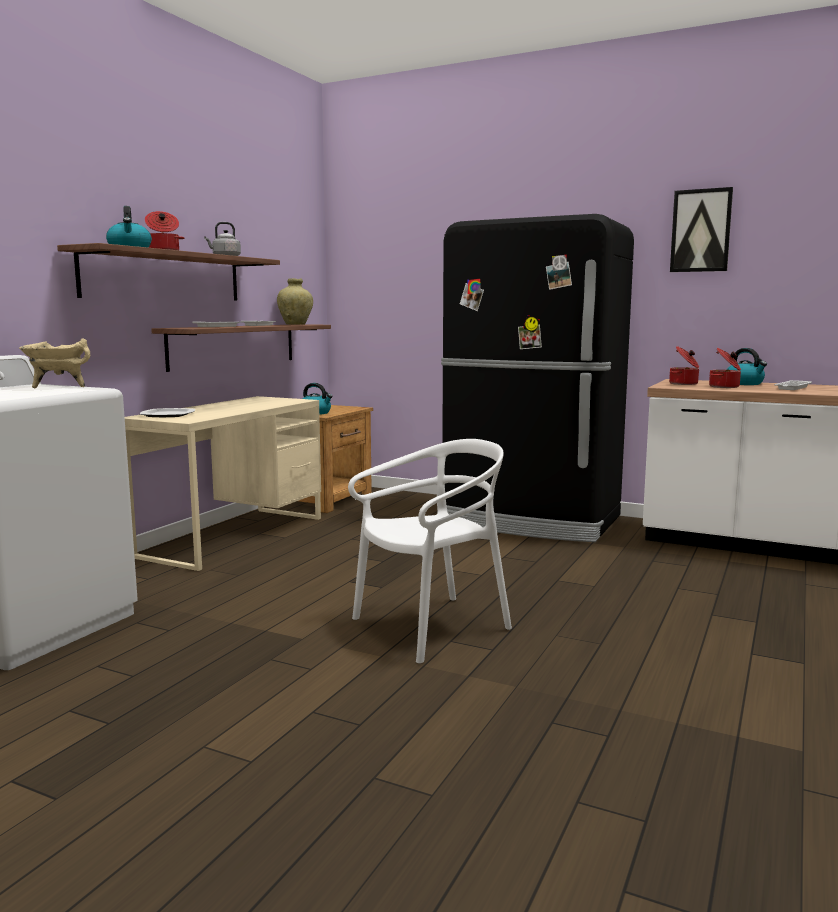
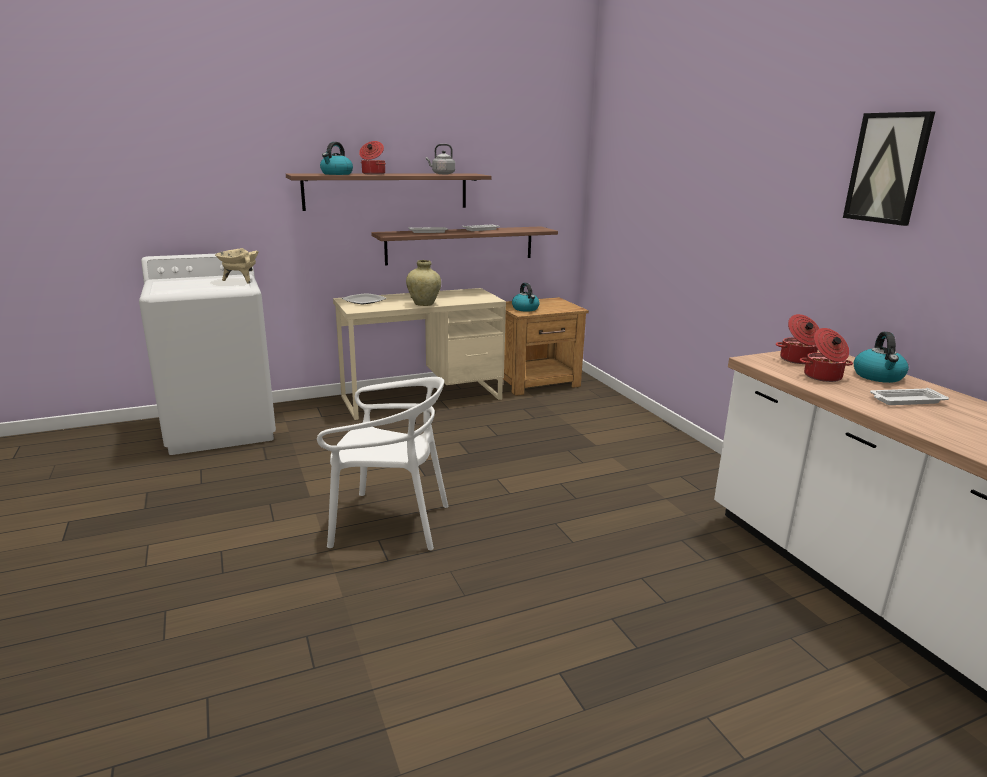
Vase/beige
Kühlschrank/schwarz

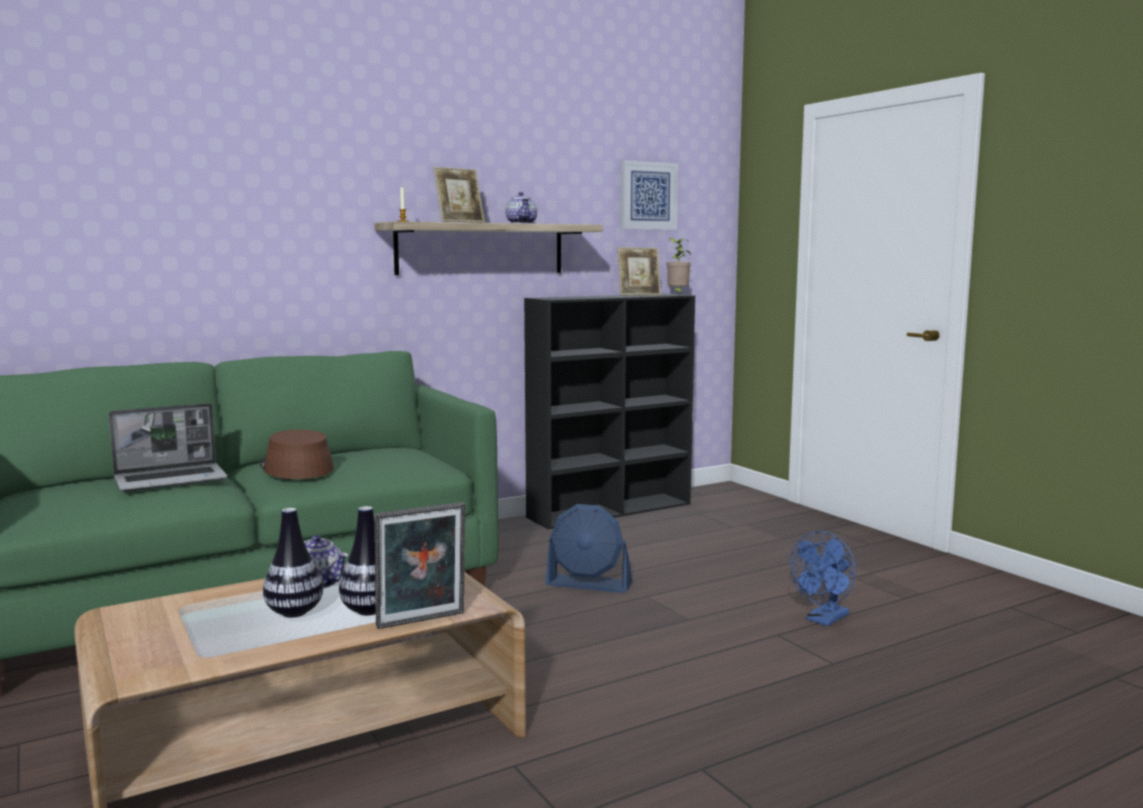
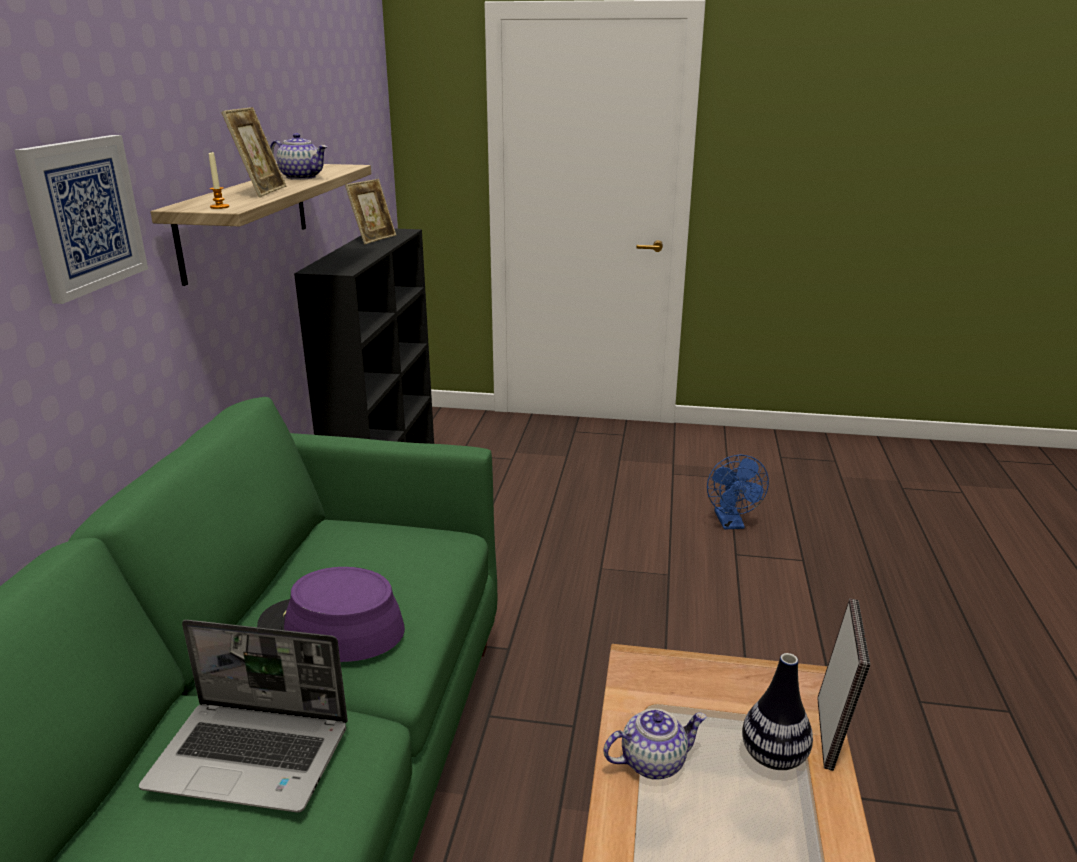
Bild
Laptop
Hut/lila
Vase (1st from left in the first image)
Ventilator/blau (1st from left in the first image)
Topfpflanze

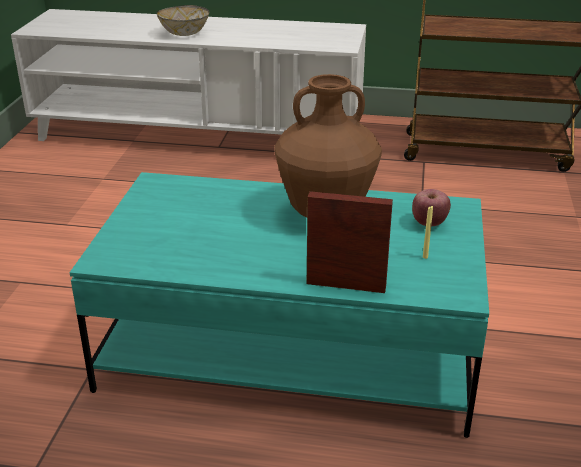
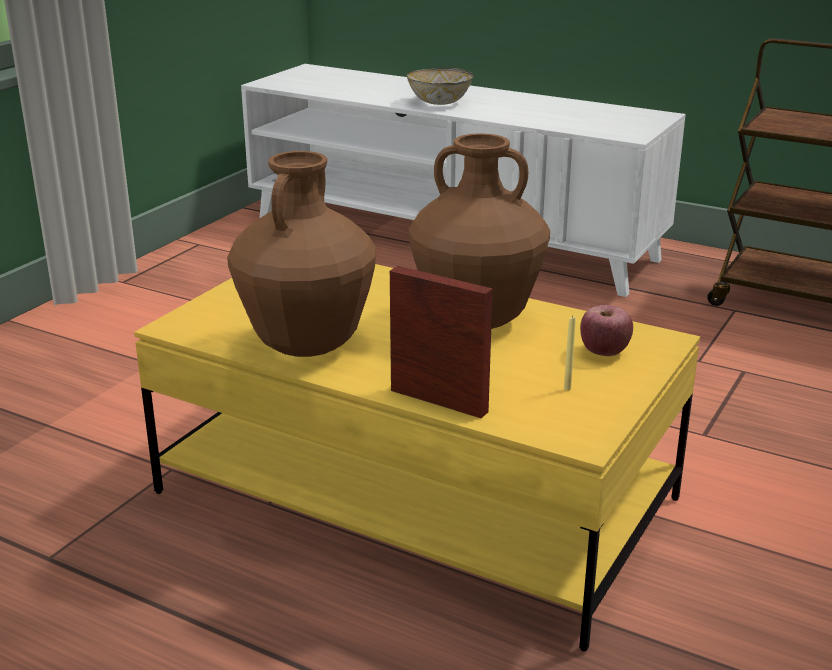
Couchtisch/gelb
Vase/braun (1st from left)

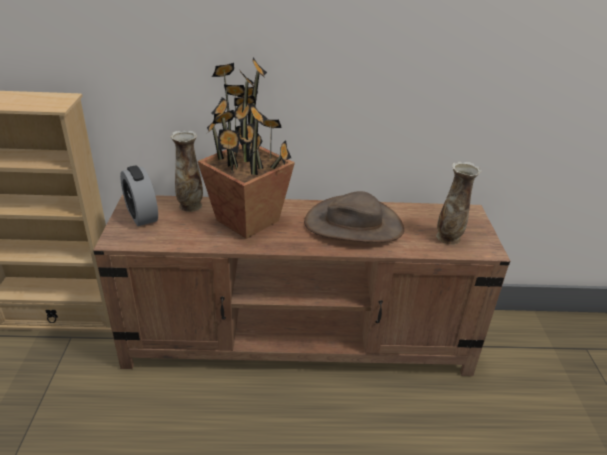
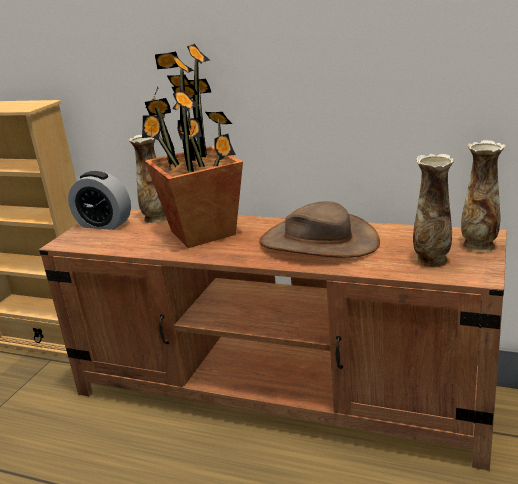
Wecker
Vase (3rd from left)

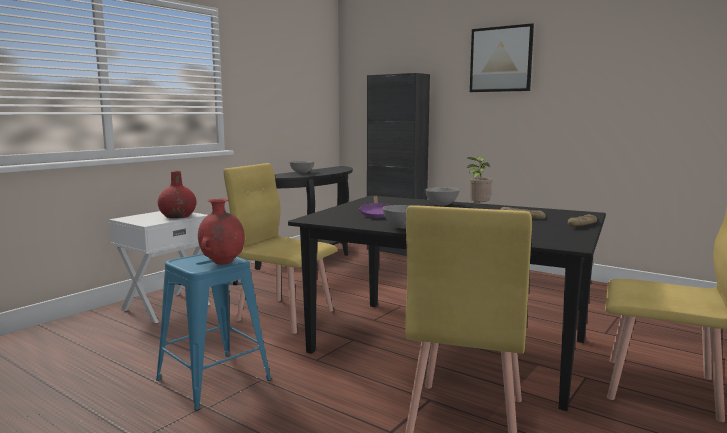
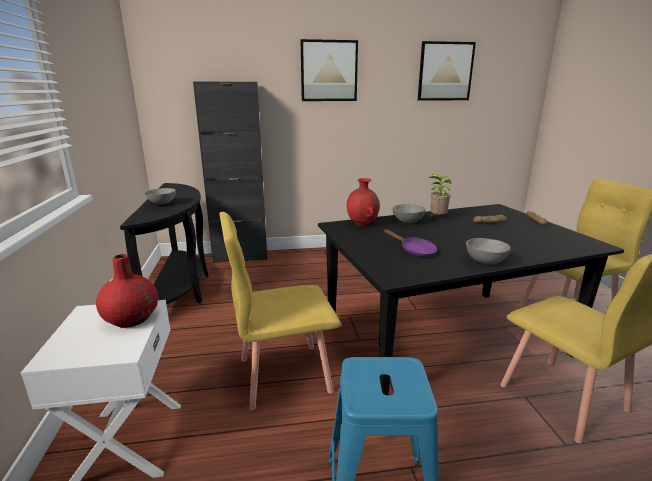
Vase/rot (2nd from left)
Bild (2nd from left)

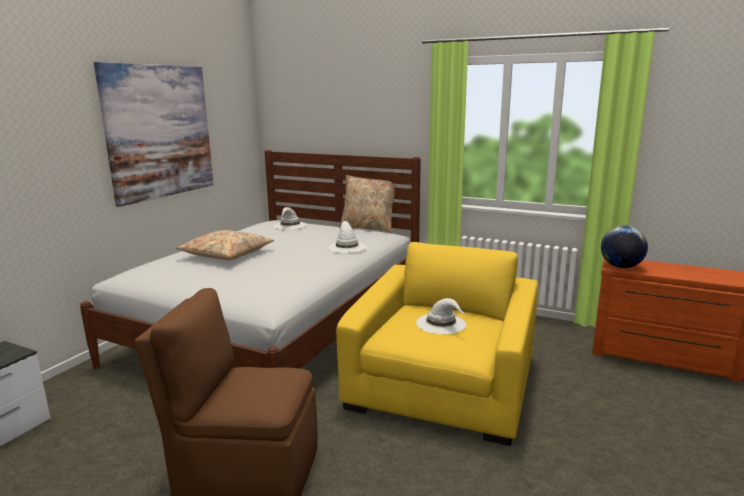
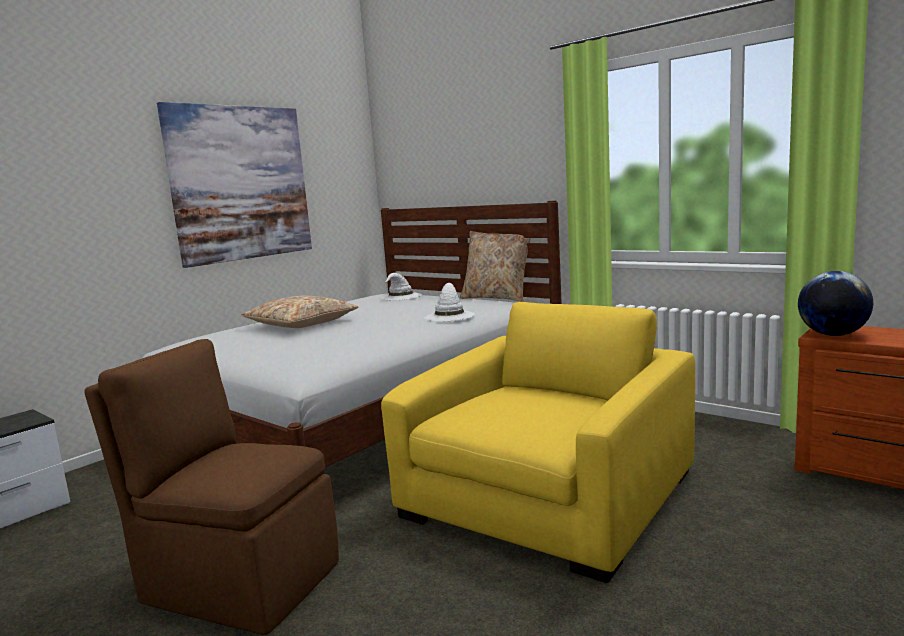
Hut/weiß (3rd from left in the first image)

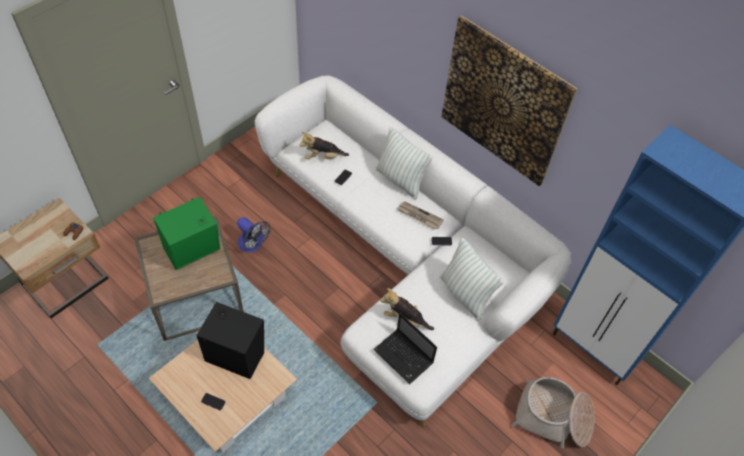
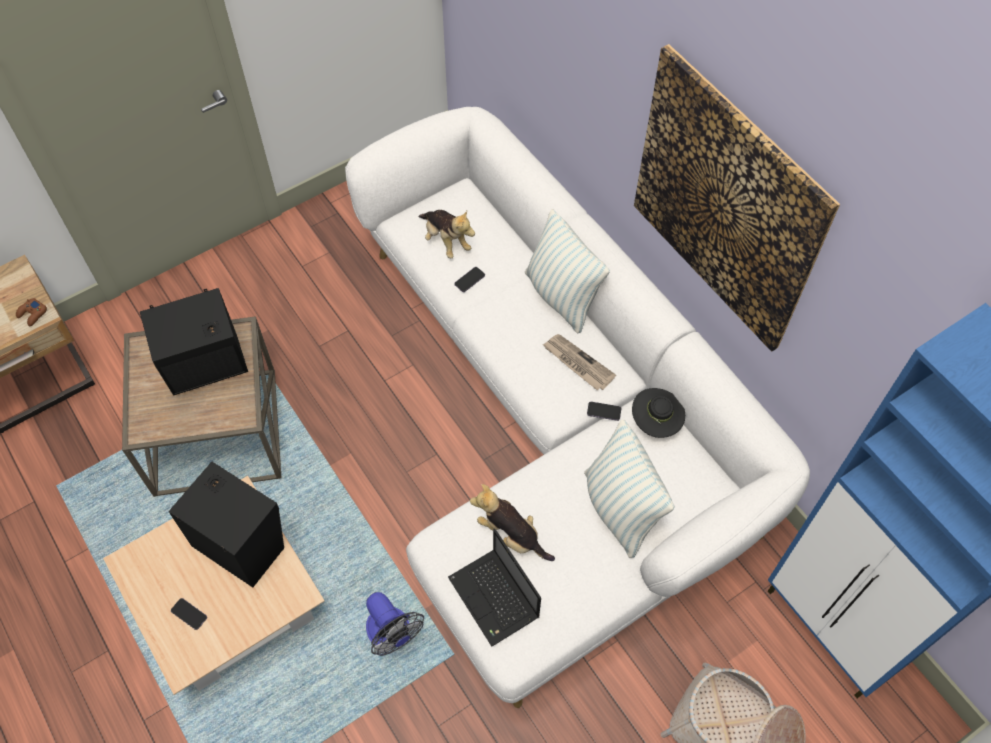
Lautsprecher/schwarz (1st from left)
Ventilator
Plüschtier (1st from left)
Hut/schwarz

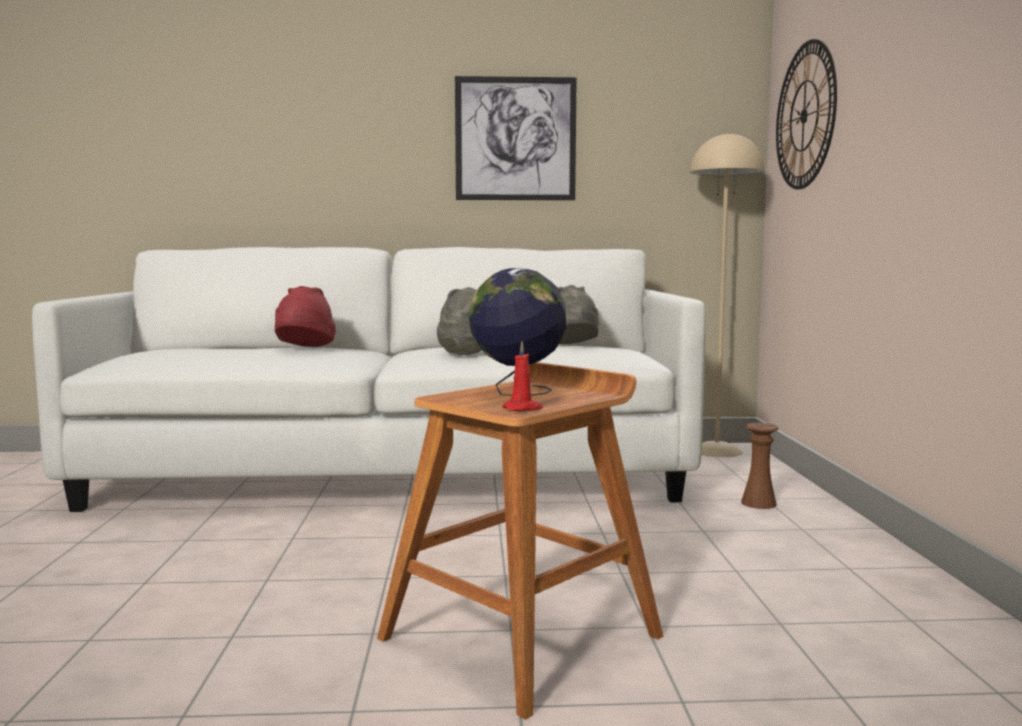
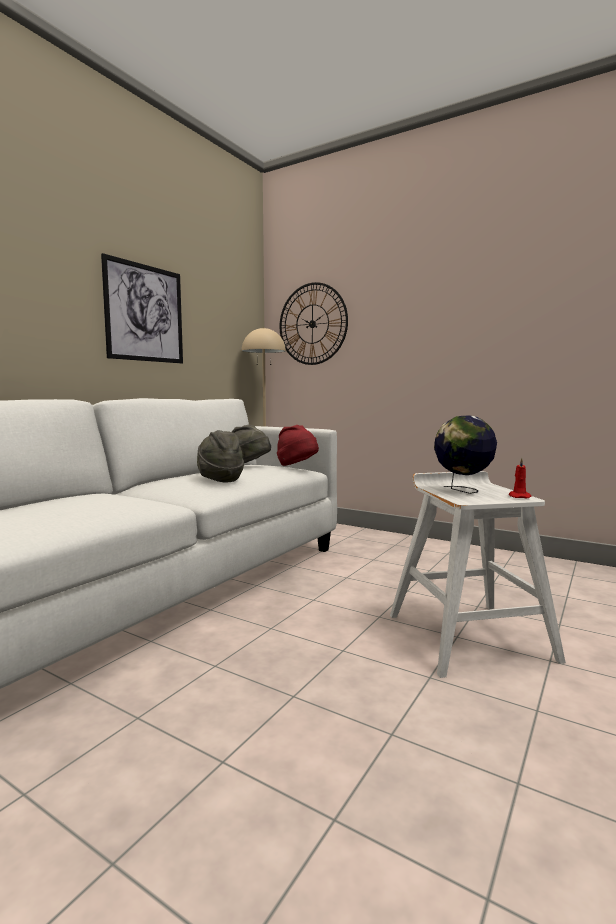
Hut/rot
Hocker/weiß
Vase/braun

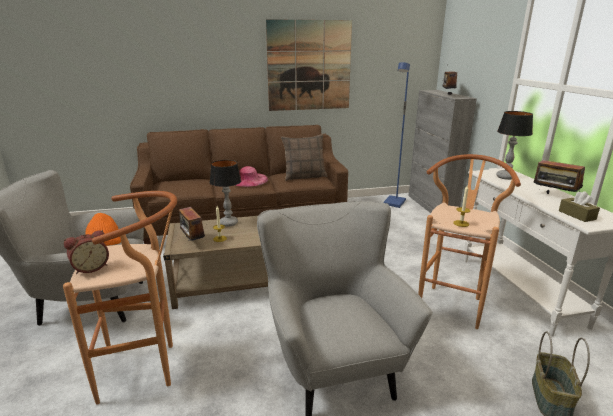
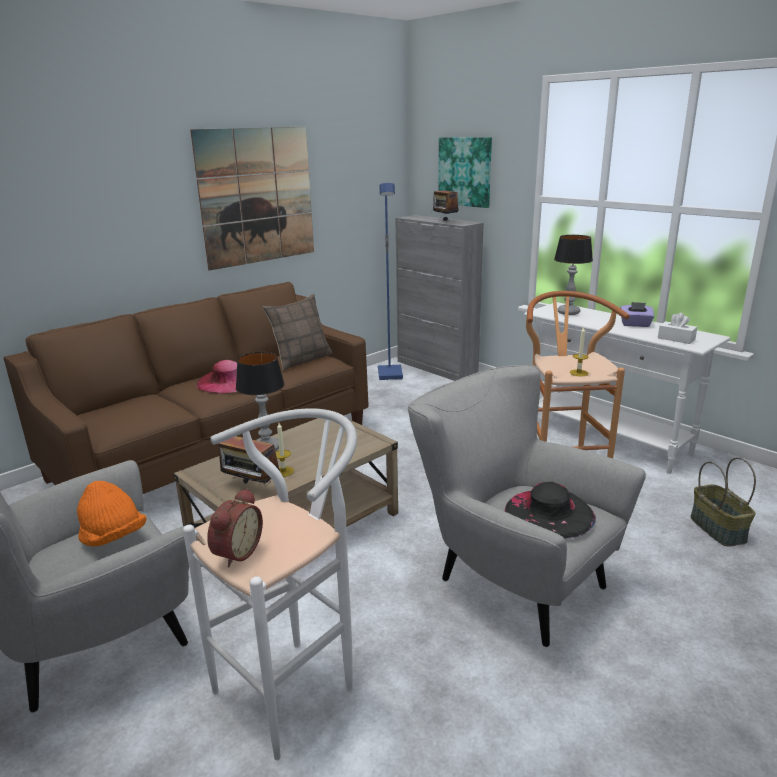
Hocker/weiß
Bild (2nd from left)
Hut/schwarz
Taschentuchbox/lila
Taschentuchbox/weiß

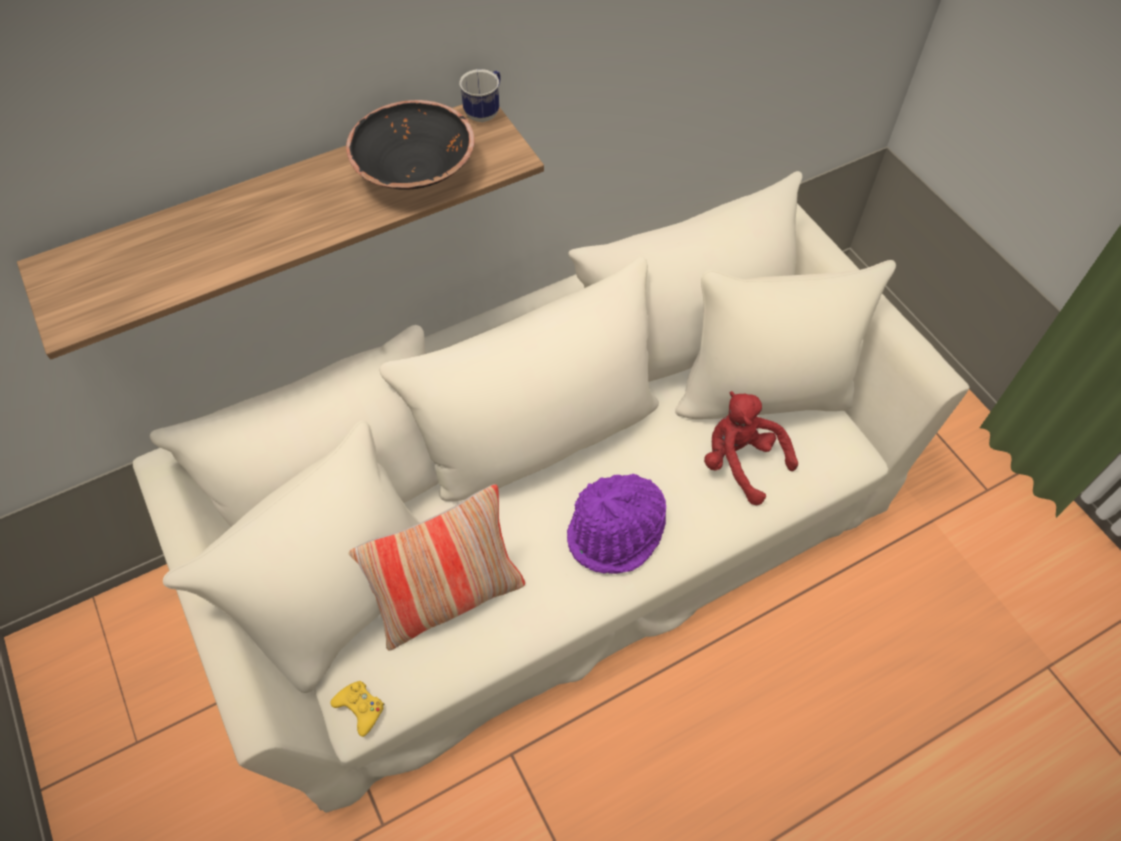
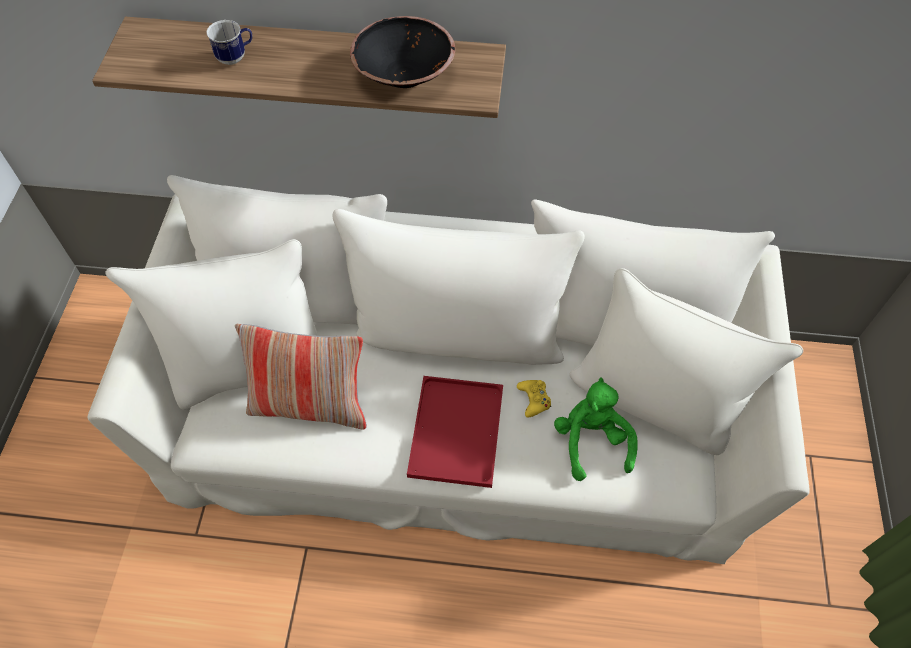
Henkelbecher
Tablett/rot
Gamepad/gelb
Plüschtier/grün

